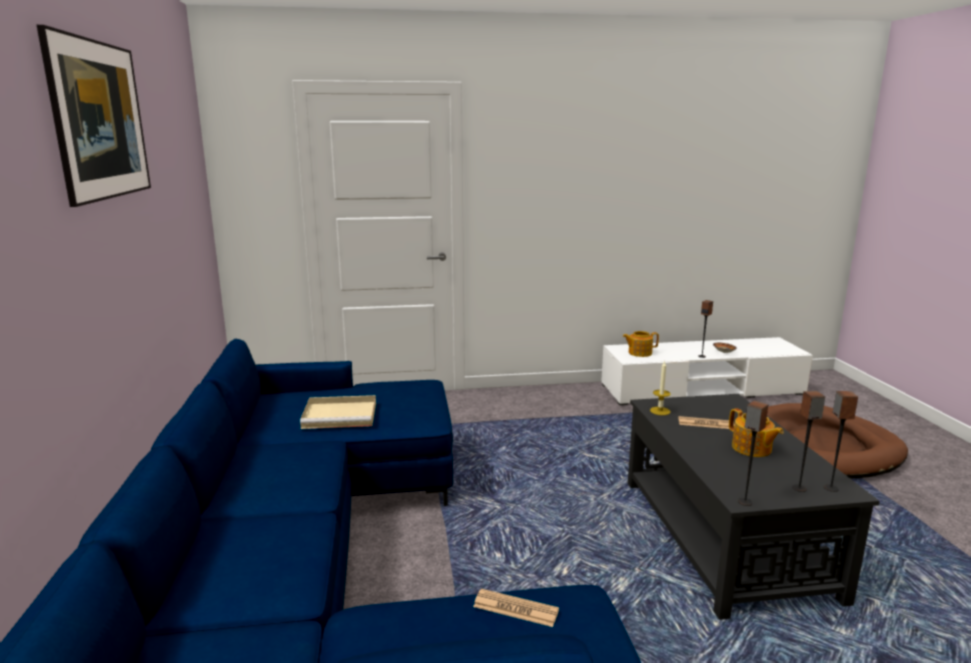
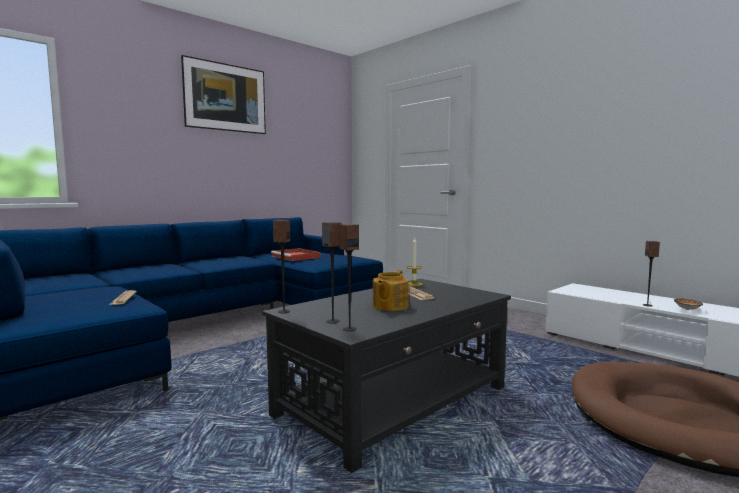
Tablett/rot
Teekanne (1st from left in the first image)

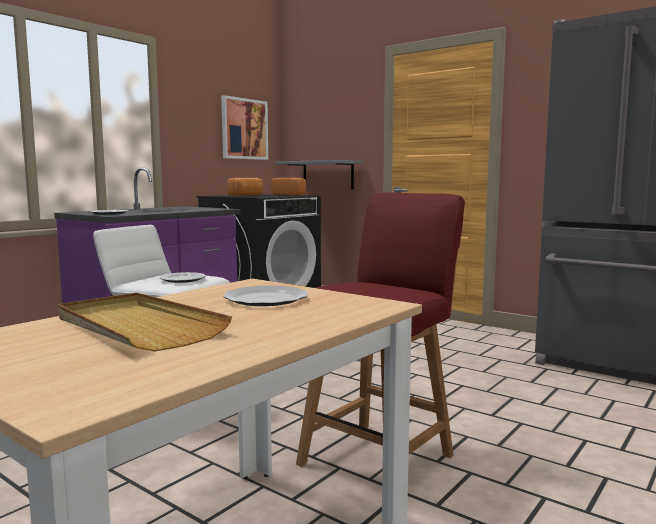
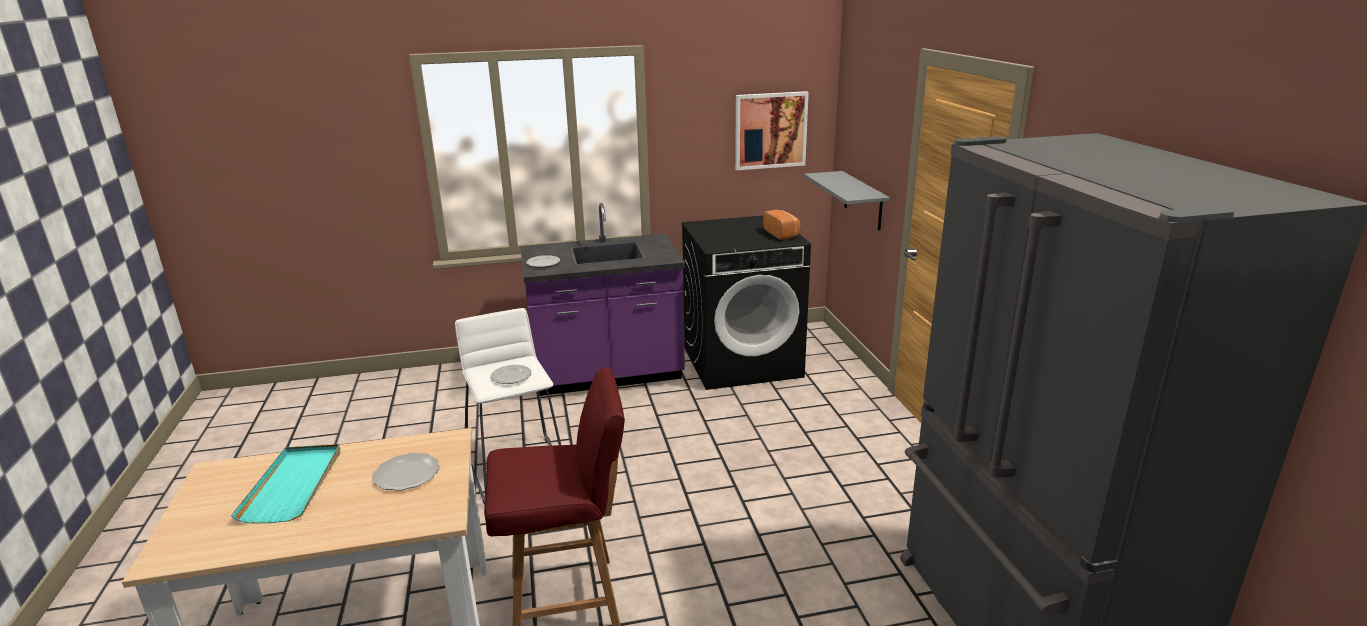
Tablett/türkis
Brot (1st from left in the first image)

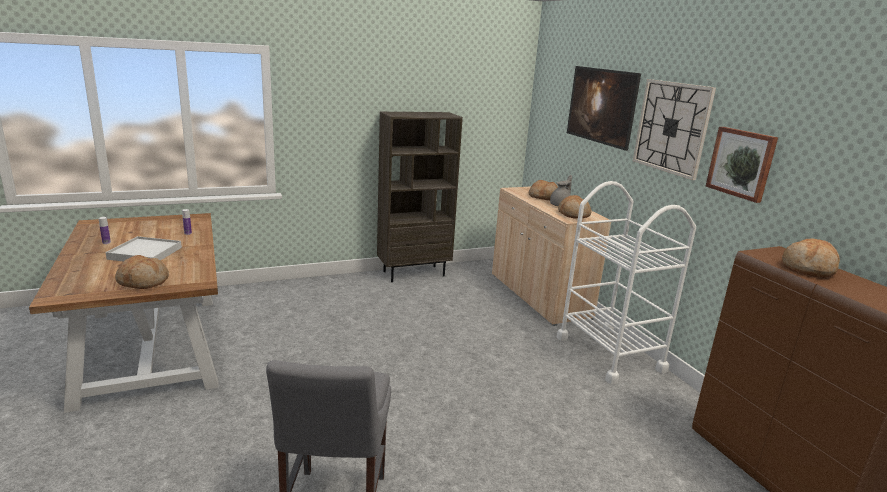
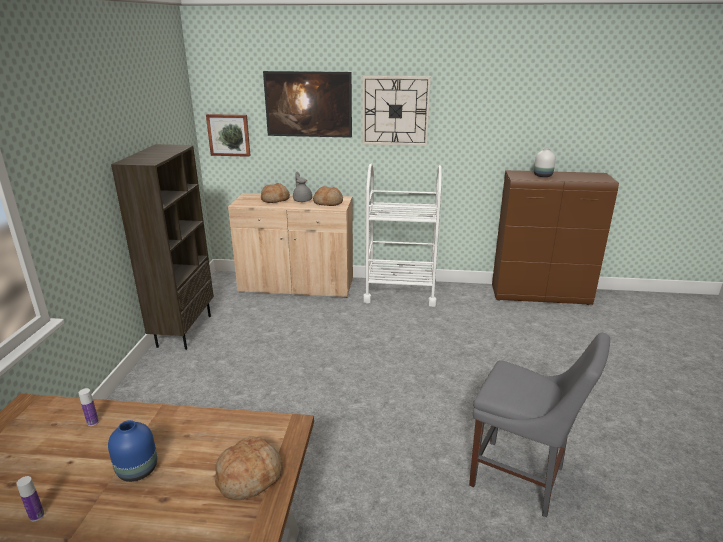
Vase/blau
Bild (1st from left)
Vase/weiß

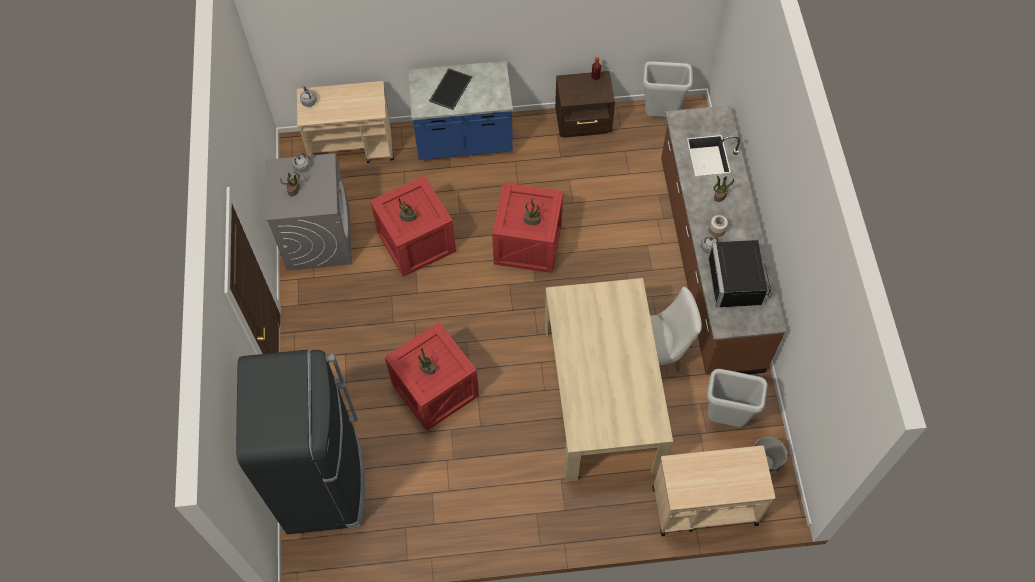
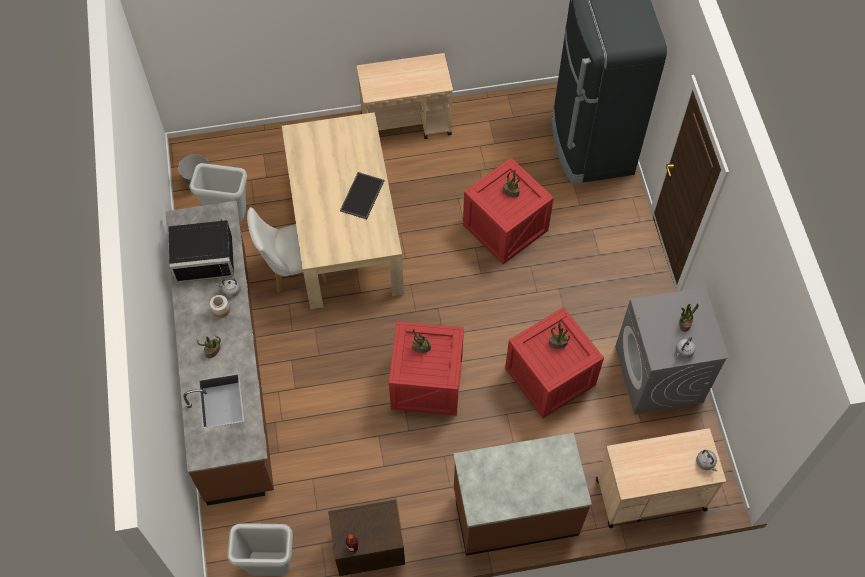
Mikrowelle/schwarz
Tablett
Rollwagen/beige (1st from left)
Küchenzeile/braun (2nd from left)

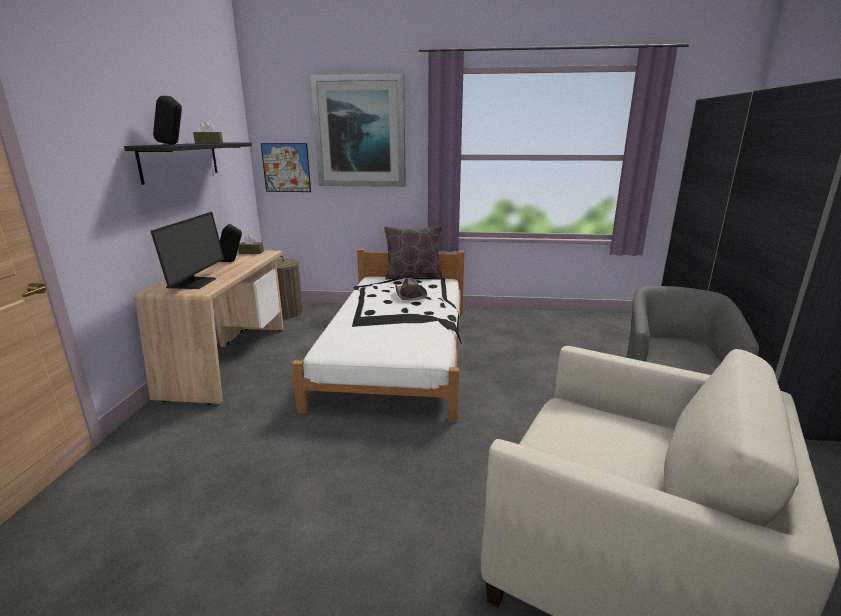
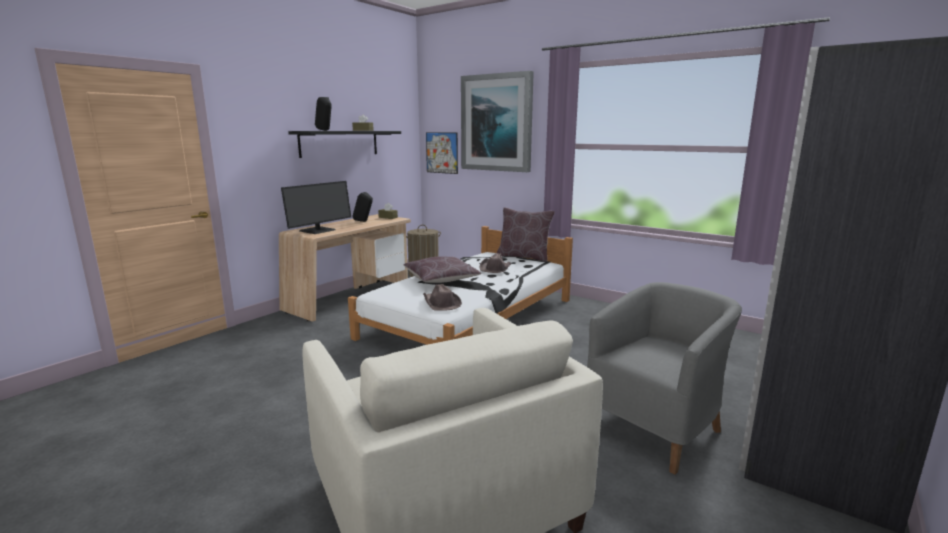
Kissen/braun (1st from left)
Hut/braun (1st from left)

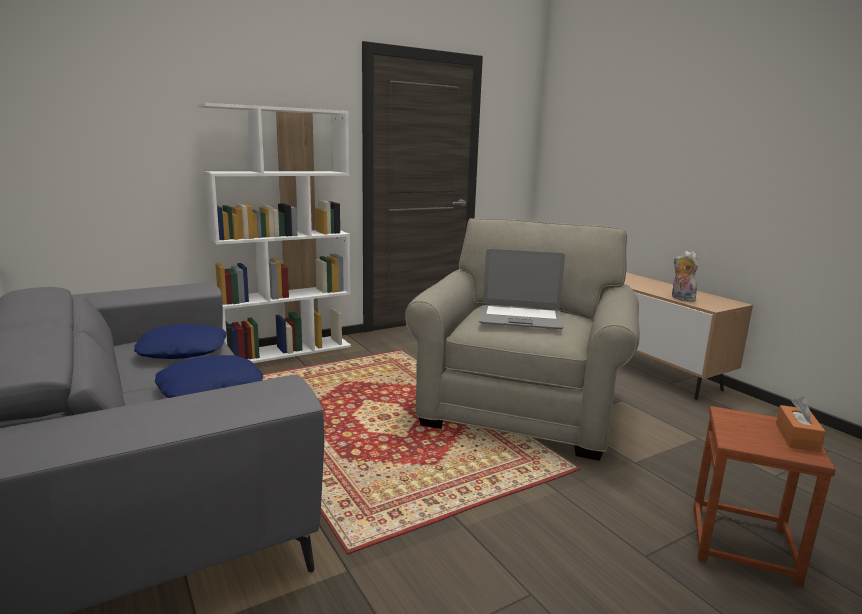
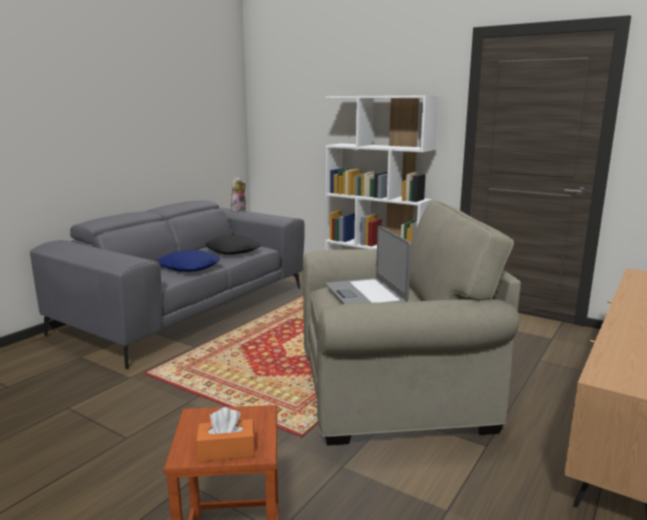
Kissen/schwarz
Plüschtier

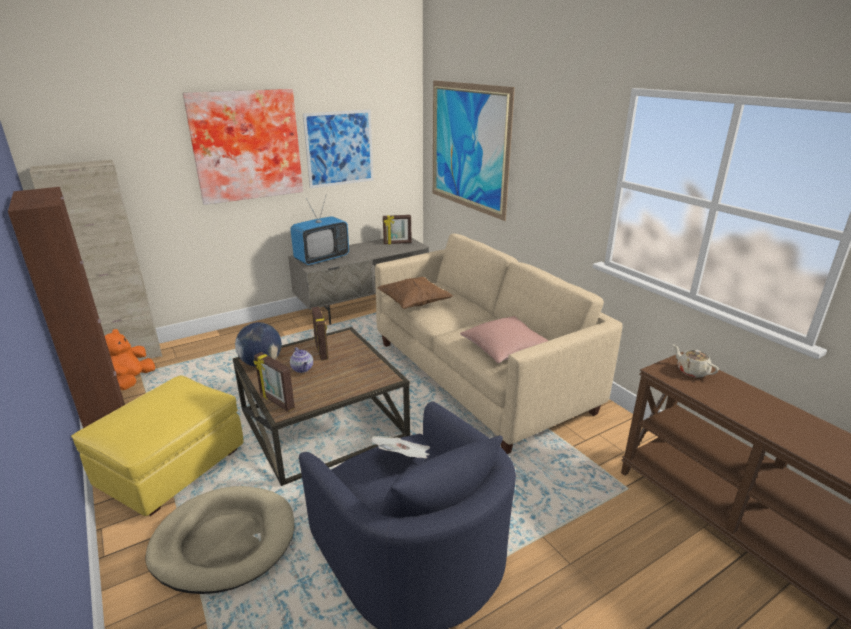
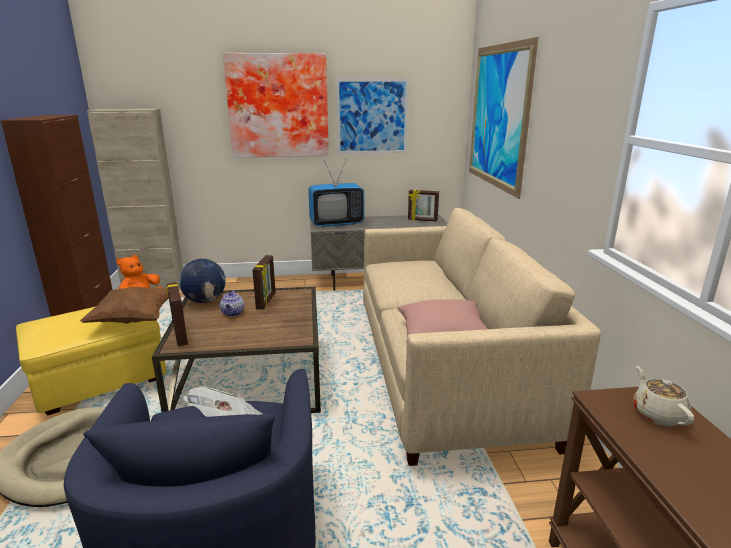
Kissen/braun

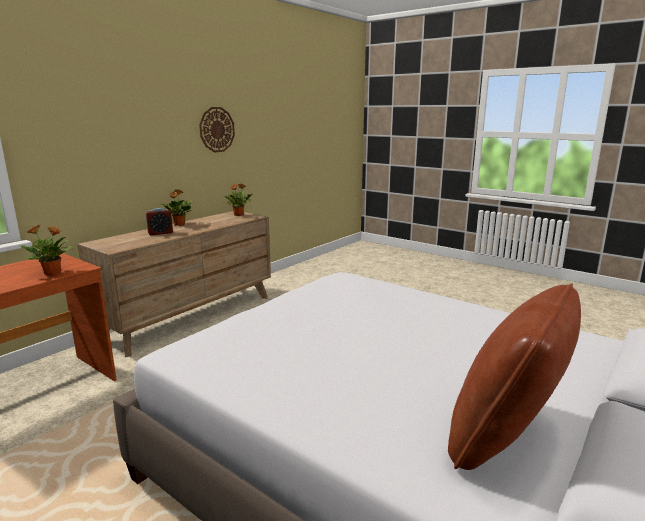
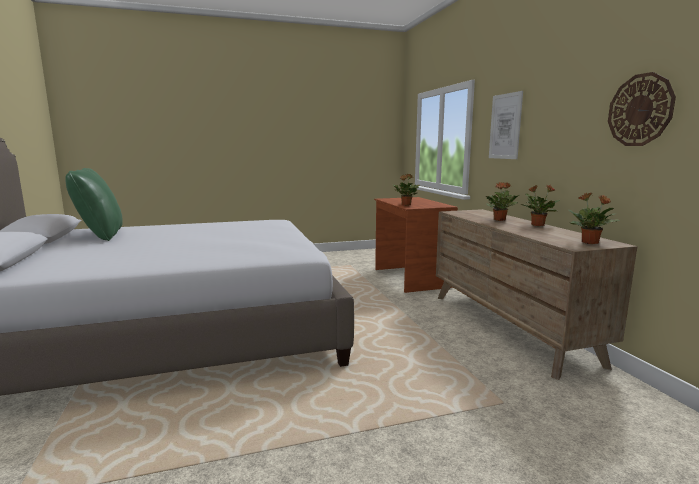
Kissen/grün
Topfpflanze (2nd from left)
Bild

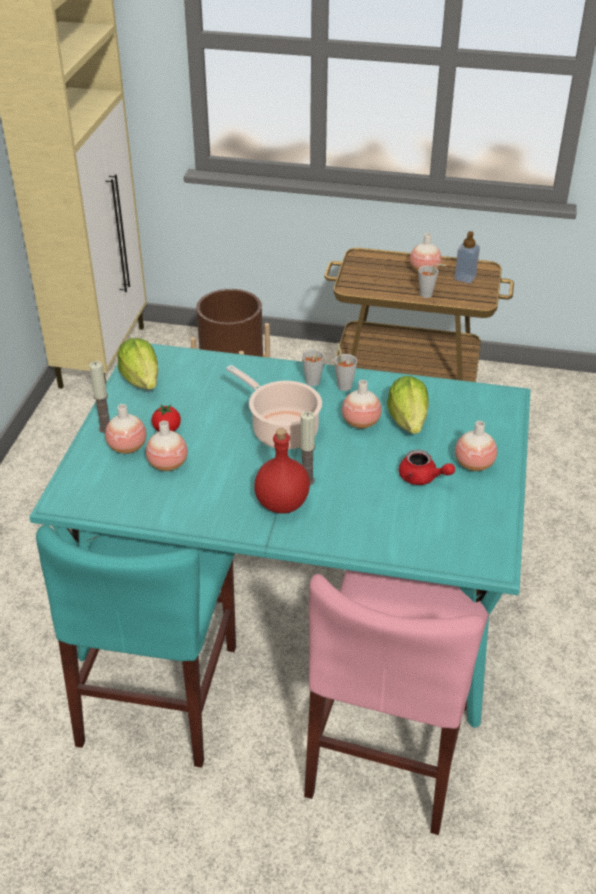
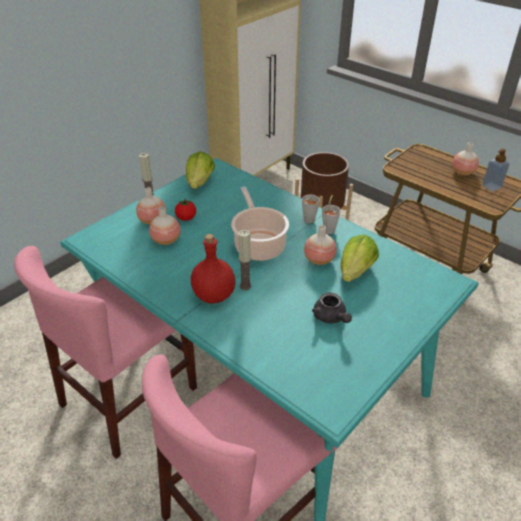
Stuhl/rosa (1st from left)
Teekanne/grau
Tasse/grau (3rd from left in the first image)
Vase (5th from left in the first image)

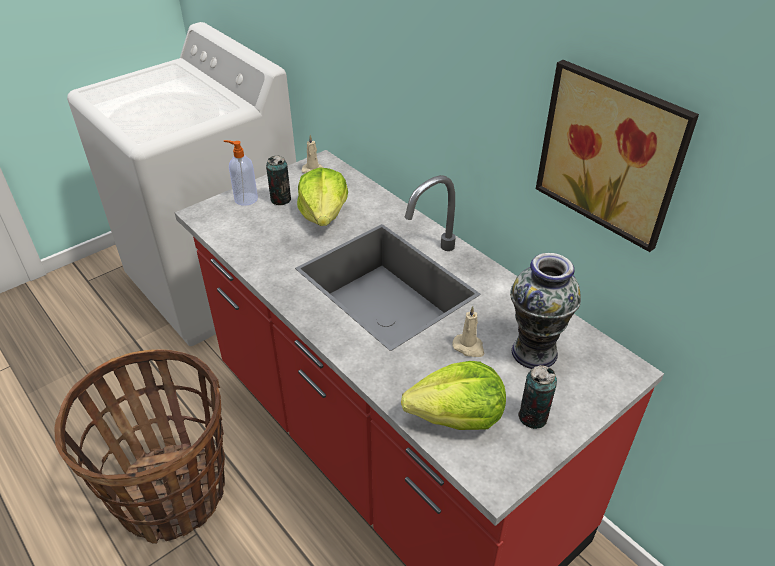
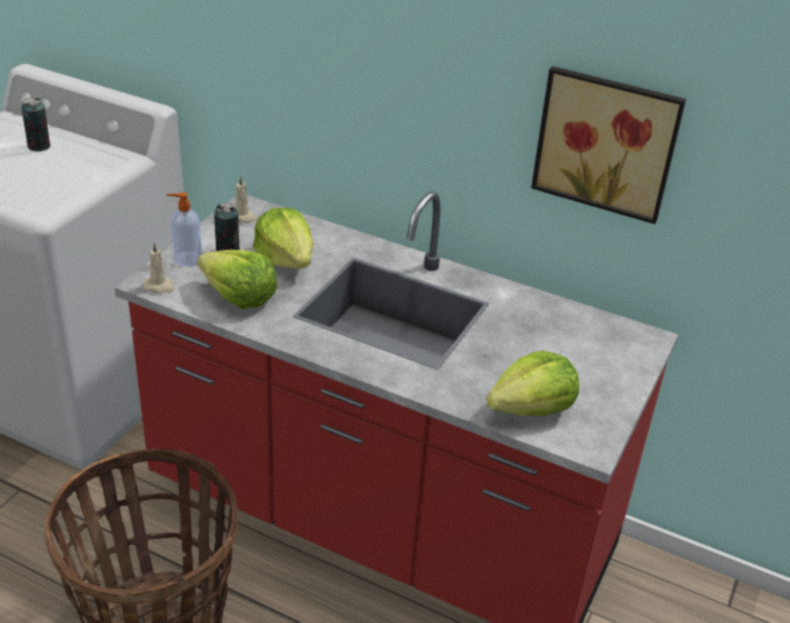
Dose (1st from left)
Kerze/beige (1st from left)
Salatkopf (1st from left)
Vase

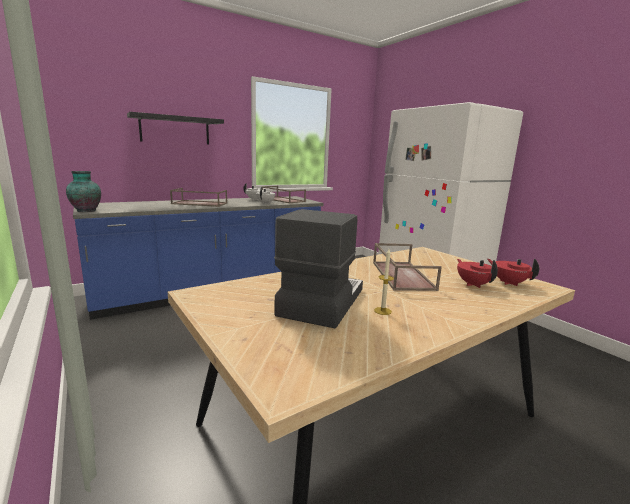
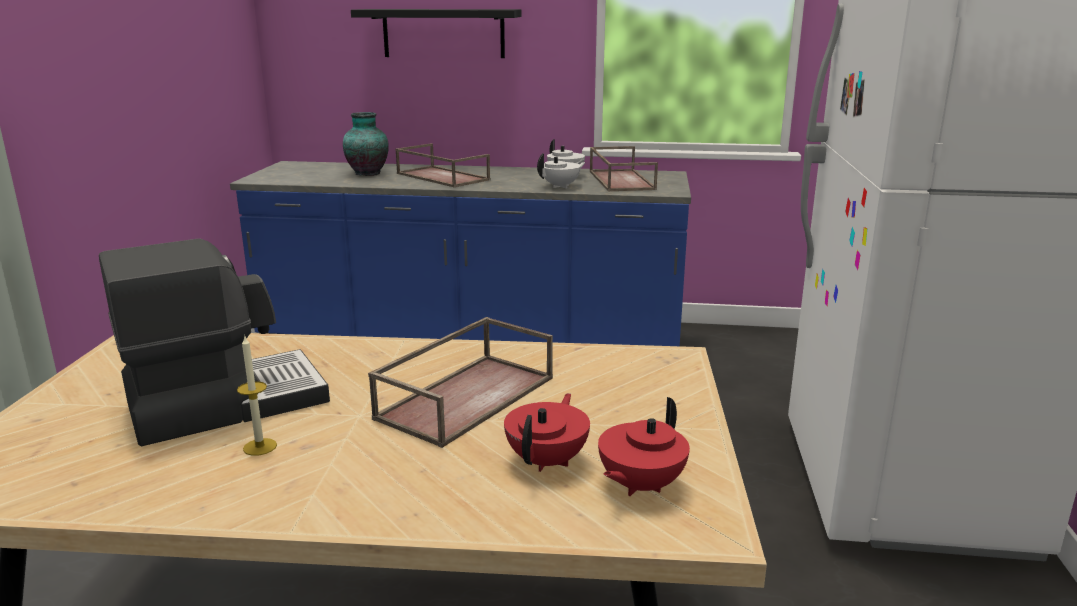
Vase
Teekanne/rot (2nd from left)

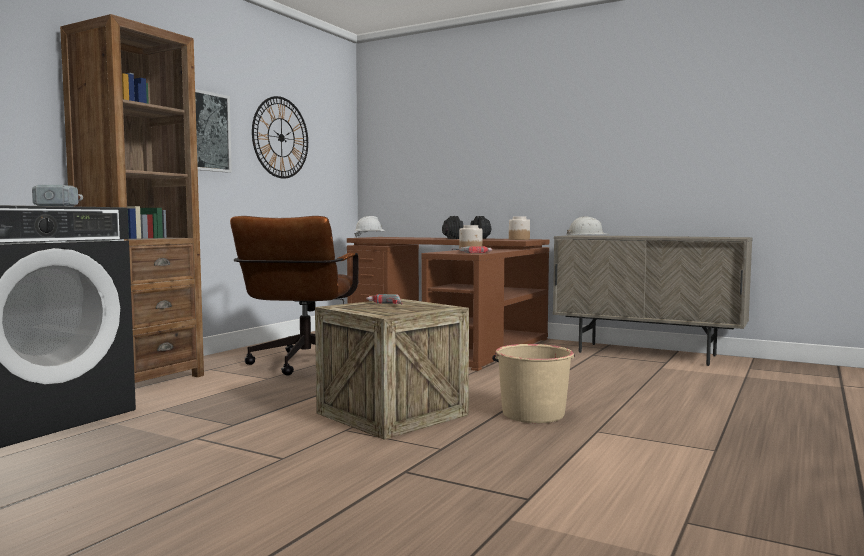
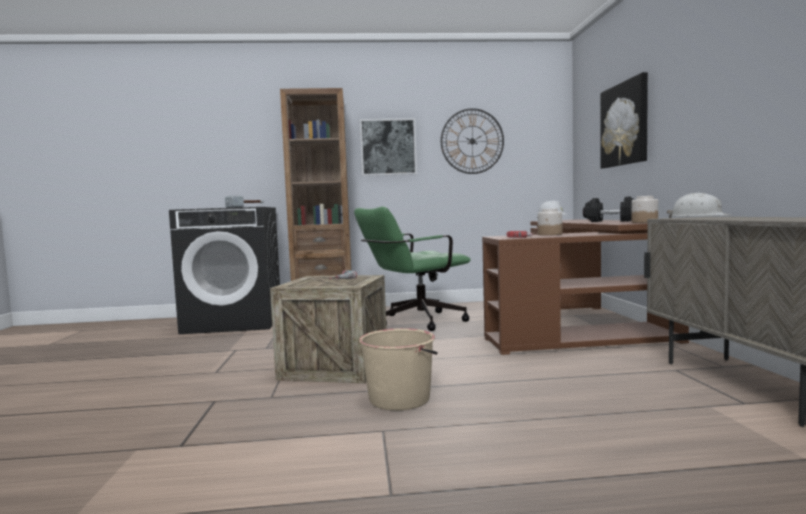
Bürostuhl/grün
Bild (2nd from left)

